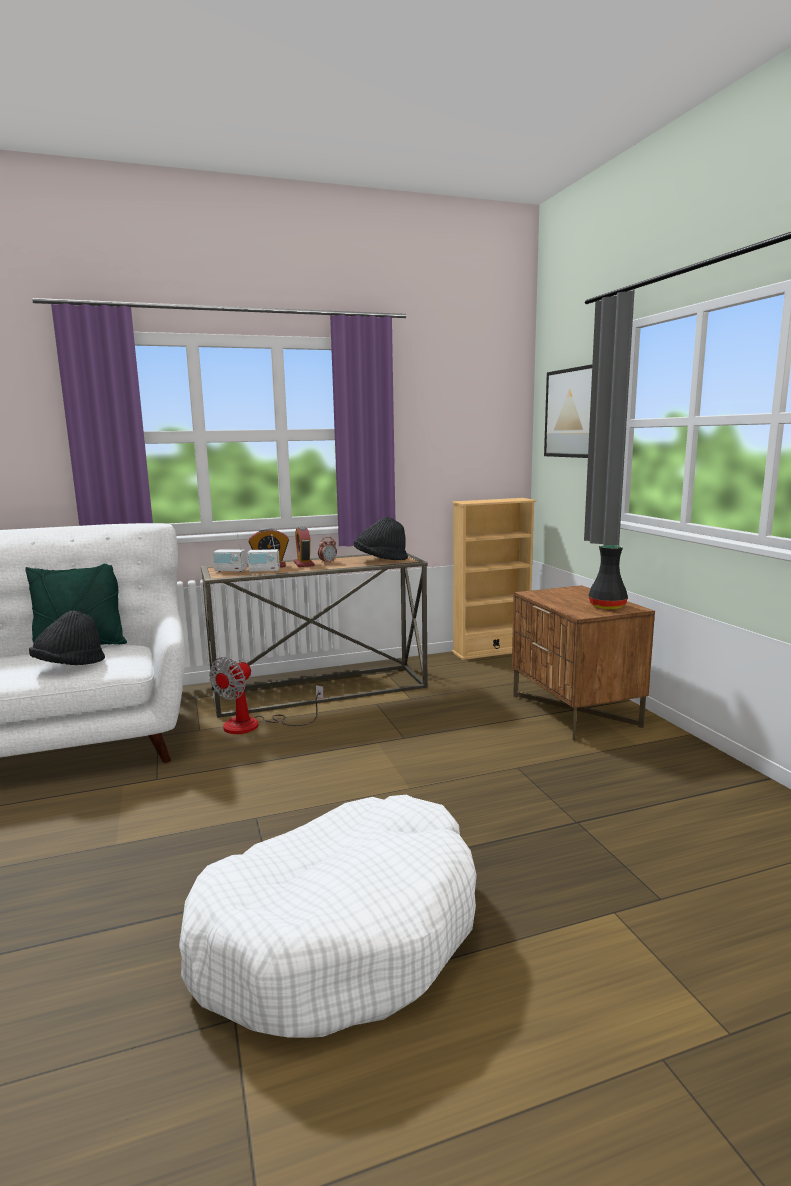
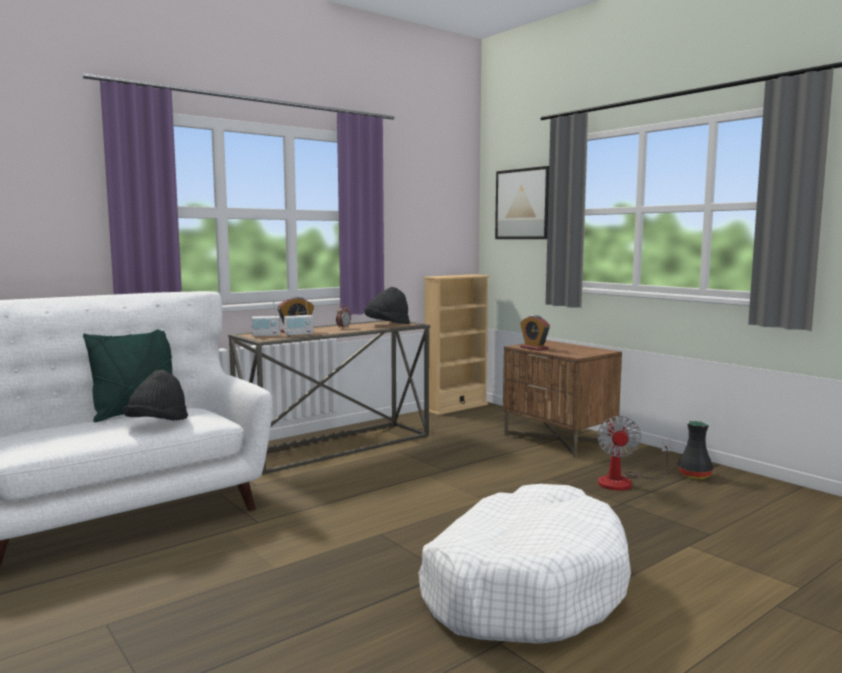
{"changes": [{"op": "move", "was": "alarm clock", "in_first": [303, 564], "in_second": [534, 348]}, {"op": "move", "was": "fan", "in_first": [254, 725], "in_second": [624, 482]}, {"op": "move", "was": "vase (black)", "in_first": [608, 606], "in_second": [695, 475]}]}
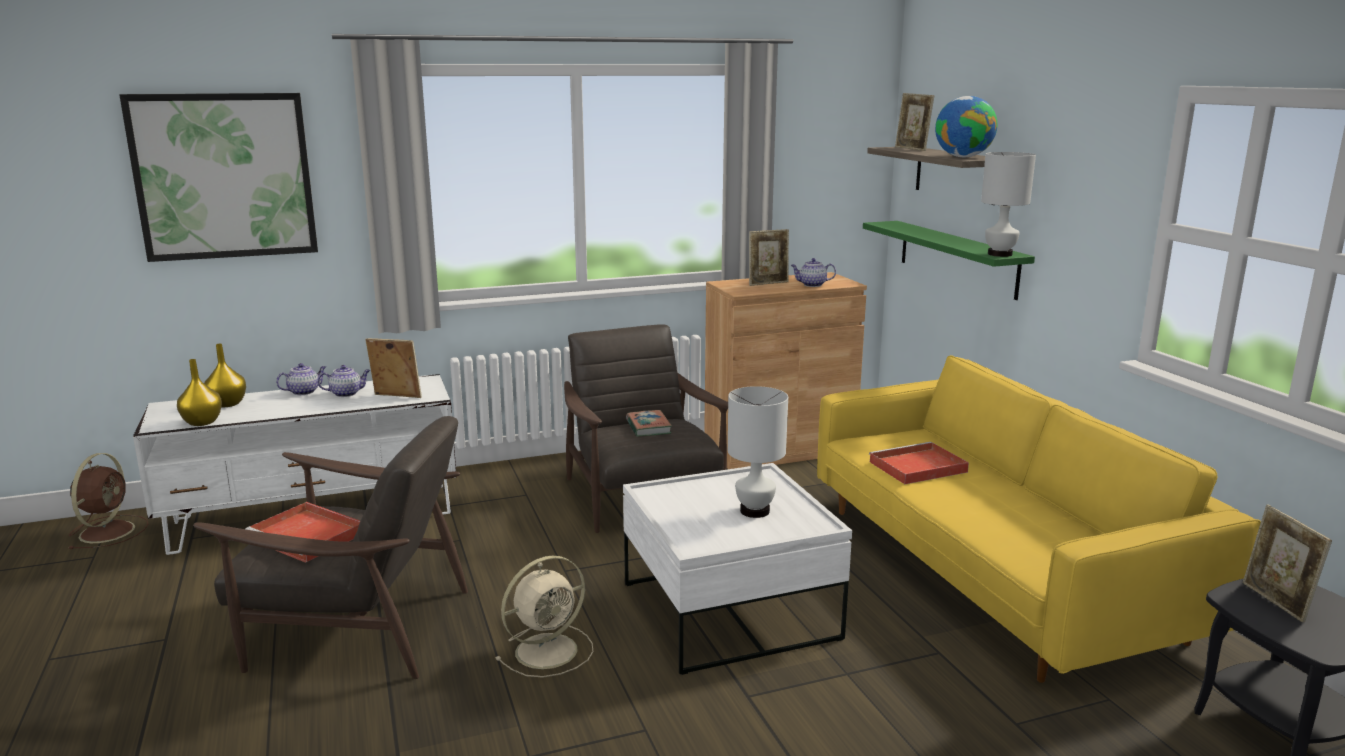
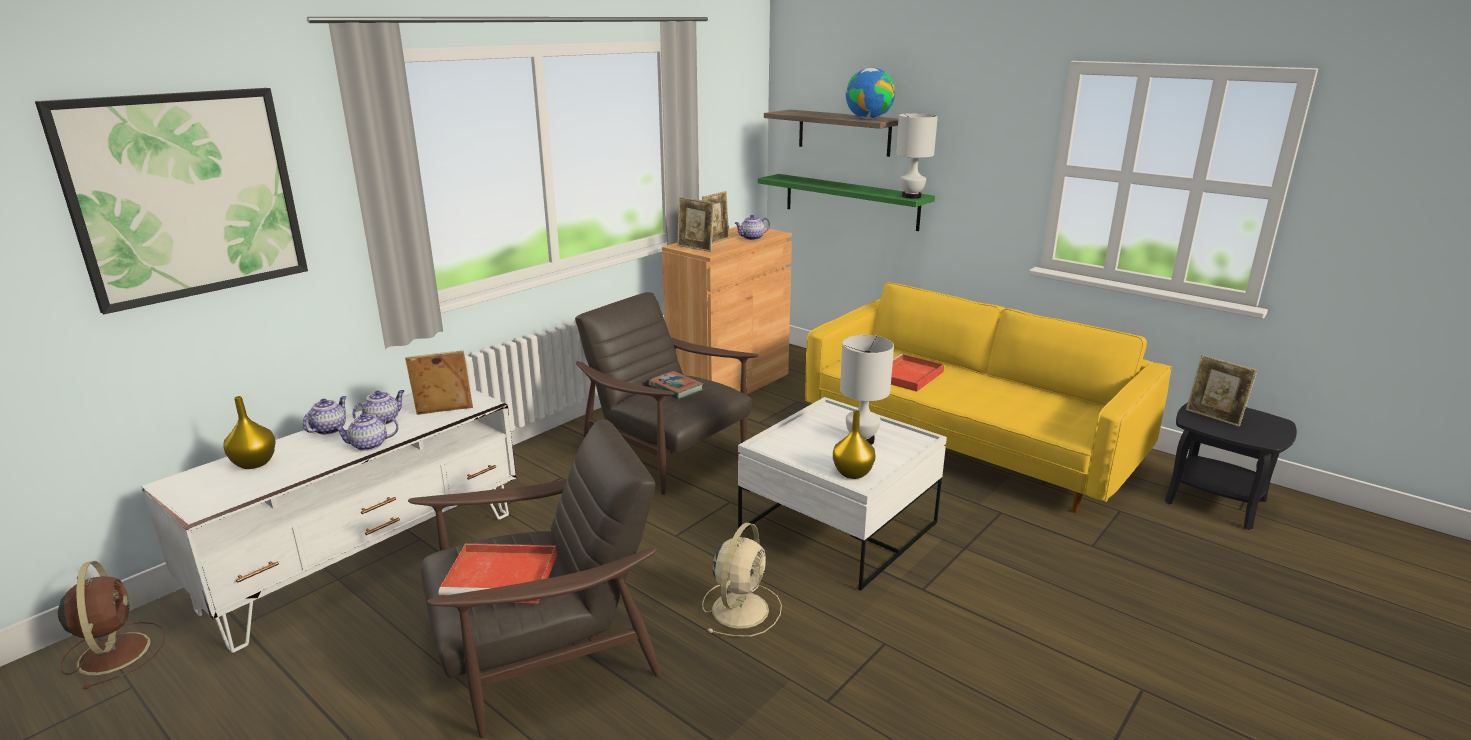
{"changes": [{"op": "insert", "now": "teapot", "in_second": [368, 445]}, {"op": "move", "was": "picture frame", "in_first": [912, 149], "in_second": [695, 248]}, {"op": "move", "was": "vase (yellow)", "in_first": [202, 422], "in_second": [851, 473]}]}
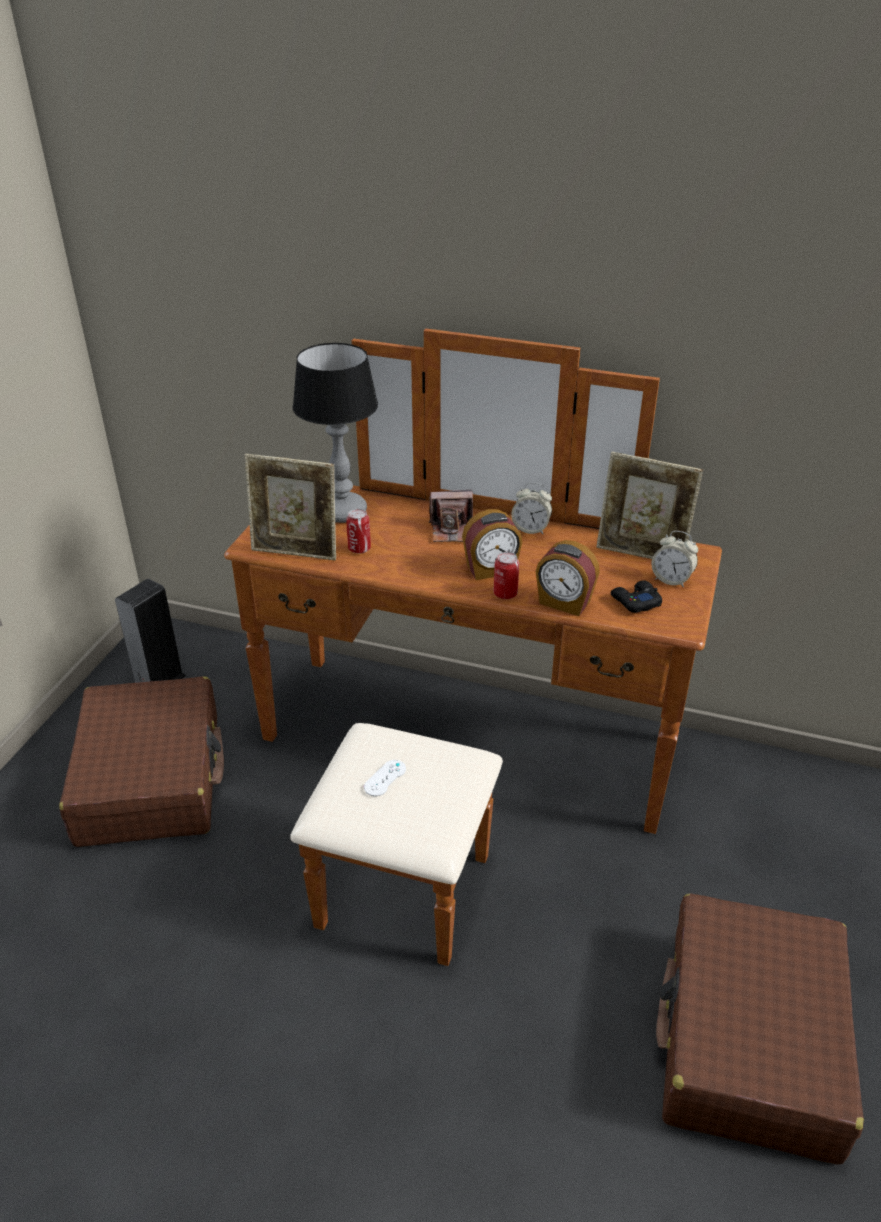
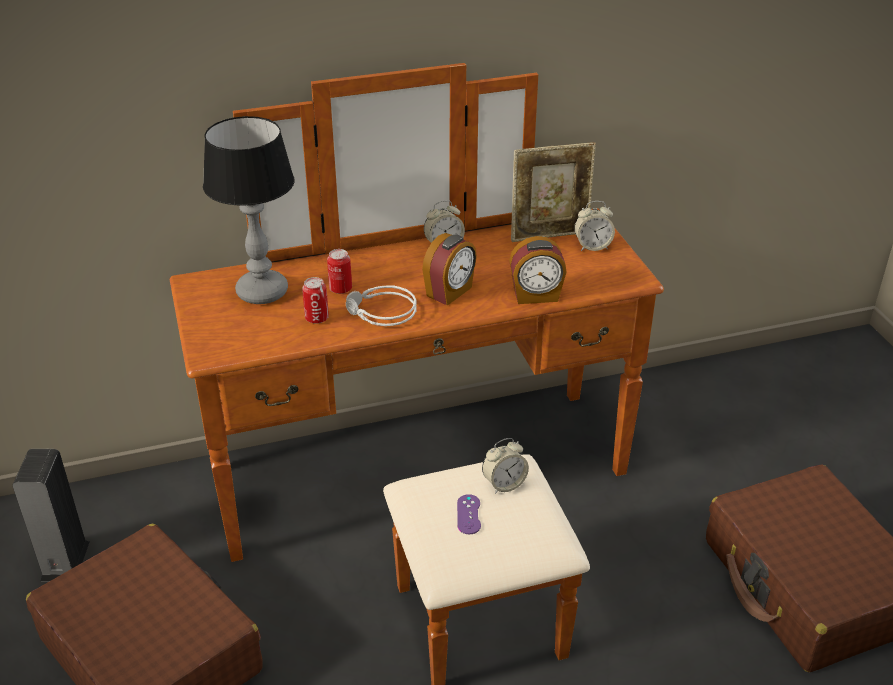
{"changes": [{"op": "move", "was": "can", "in_first": [505, 594], "in_second": [340, 289]}, {"op": "insert", "now": "headphones (grey)", "in_second": [380, 313]}, {"op": "recolor", "was": "game controller (white)", "now": "game controller (purple)", "in_first": [385, 778], "in_second": [468, 514]}, {"op": "insert", "now": "alarm clock", "in_second": [504, 484]}, {"op": "delete", "was": "picture frame", "in_first": [296, 552]}, {"op": "delete", "was": "photo camera", "in_first": [452, 530]}, {"op": "delete", "was": "game controller (black)", "in_first": [635, 601]}]}
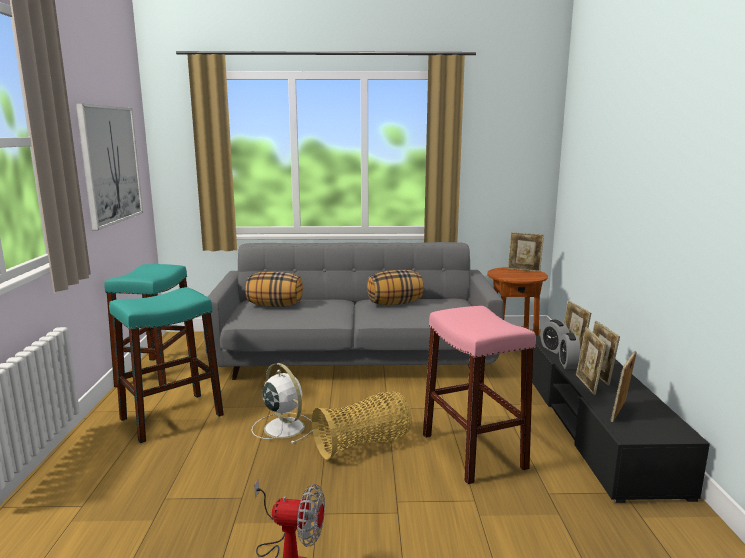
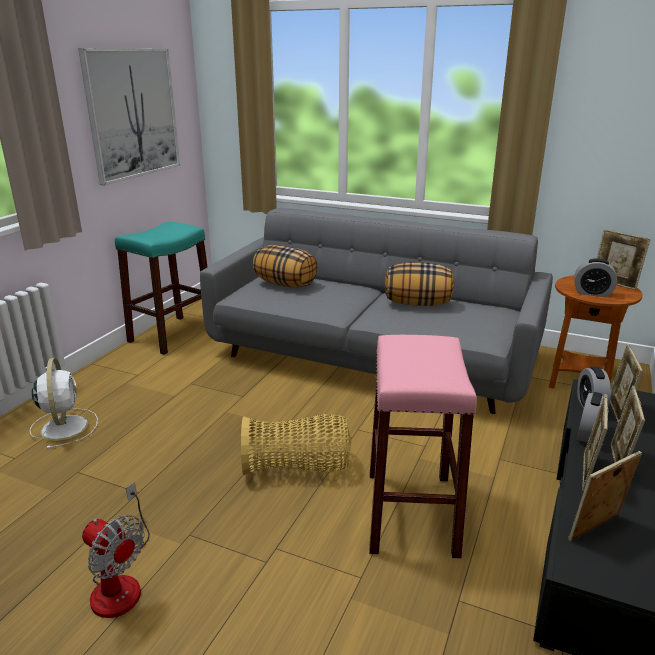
{"changes": [{"op": "move", "was": "fan (white)", "in_first": [283, 427], "in_second": [64, 426]}, {"op": "insert", "now": "alarm clock", "in_second": [592, 293]}, {"op": "delete", "was": "stool (turquoise)", "in_first": [172, 417]}]}
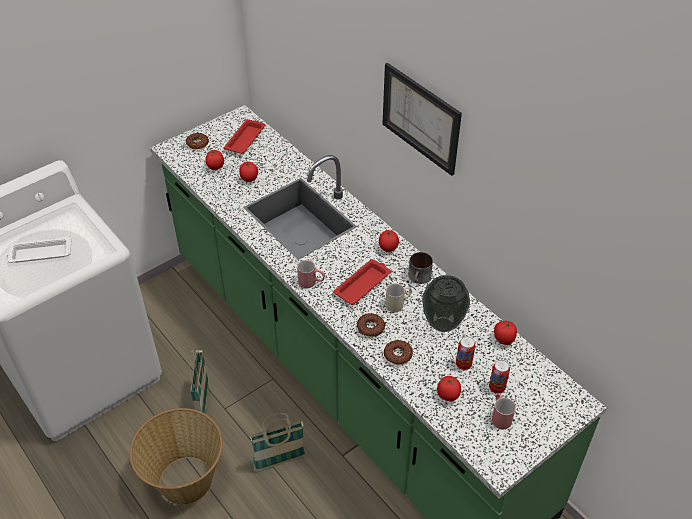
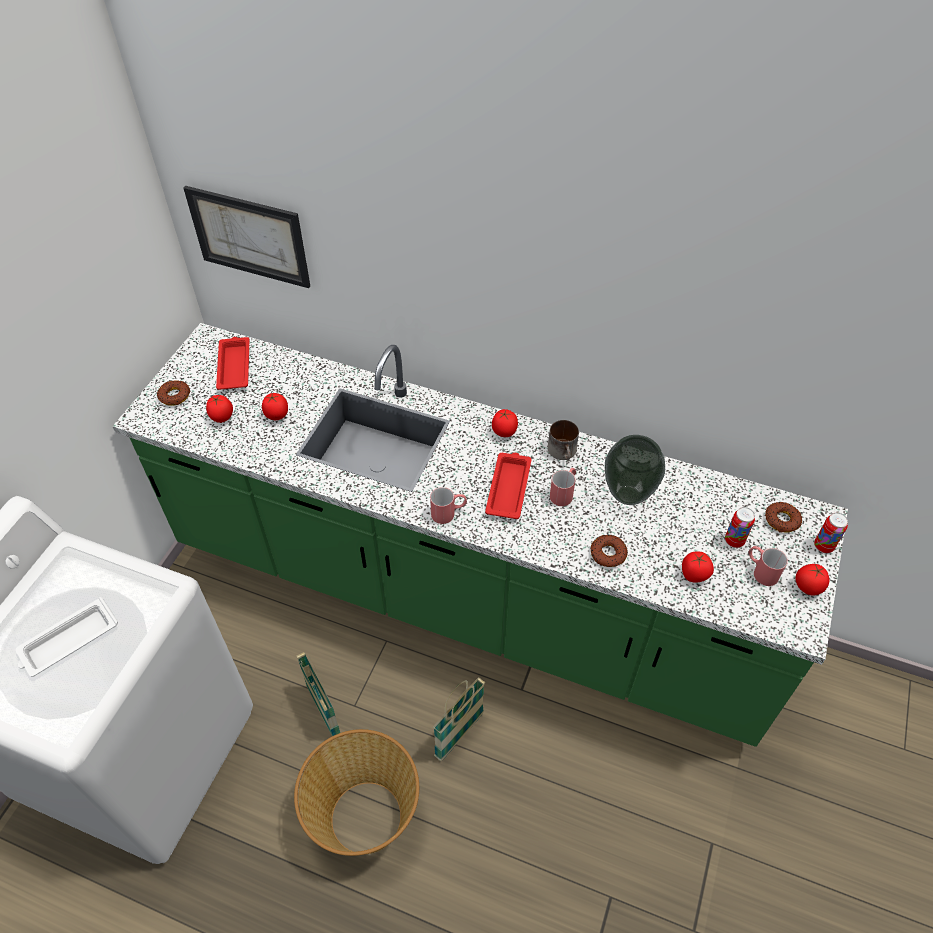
{"changes": [{"op": "move", "was": "picture", "in_first": [421, 118], "in_second": [249, 236]}, {"op": "recolor", "was": "mug (beige)", "now": "mug (red)", "in_first": [398, 303], "in_second": [564, 492]}, {"op": "move", "was": "donut", "in_first": [370, 327], "in_second": [782, 520]}, {"op": "move", "was": "tomato", "in_first": [503, 339], "in_second": [807, 587]}, {"op": "move", "was": "can", "in_first": [463, 364], "in_second": [823, 546]}]}
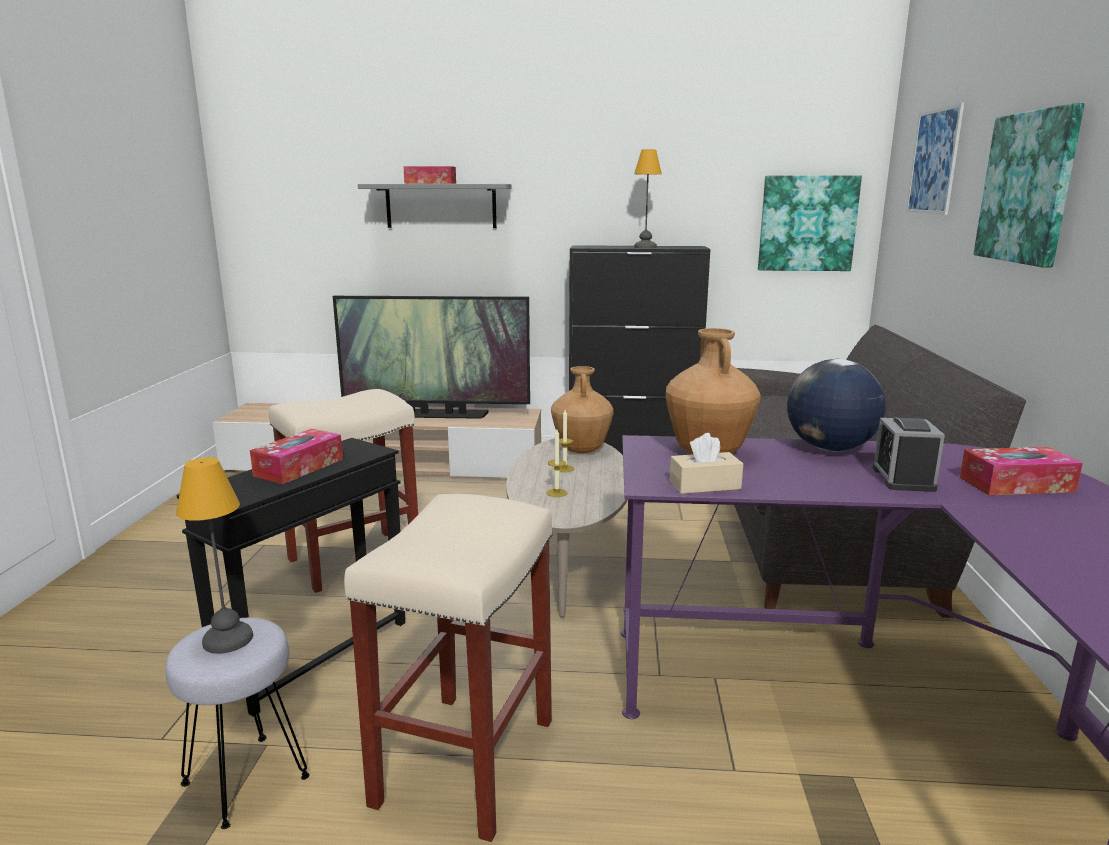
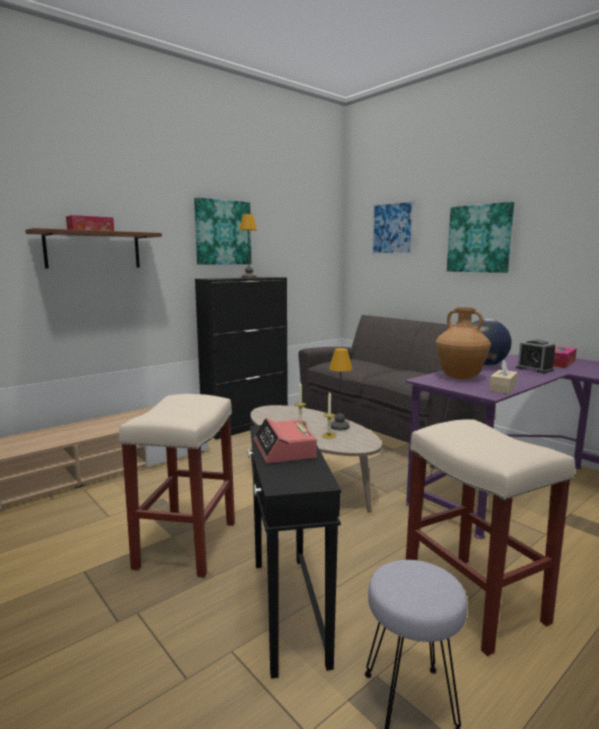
{"changes": [{"op": "recolor", "was": "shelf (grey)", "now": "shelf (brown)", "in_first": [441, 206], "in_second": [93, 250]}, {"op": "move", "was": "picture", "in_first": [807, 223], "in_second": [222, 232]}, {"op": "replace", "was": "tissue box", "now": "alarm clock", "in_first": [299, 467], "in_second": [284, 450]}, {"op": "move", "was": "table lamp", "in_first": [226, 639], "in_second": [339, 427]}, {"op": "delete", "was": "television", "in_first": [436, 415]}, {"op": "delete", "was": "vase (brown)", "in_first": [581, 450]}]}
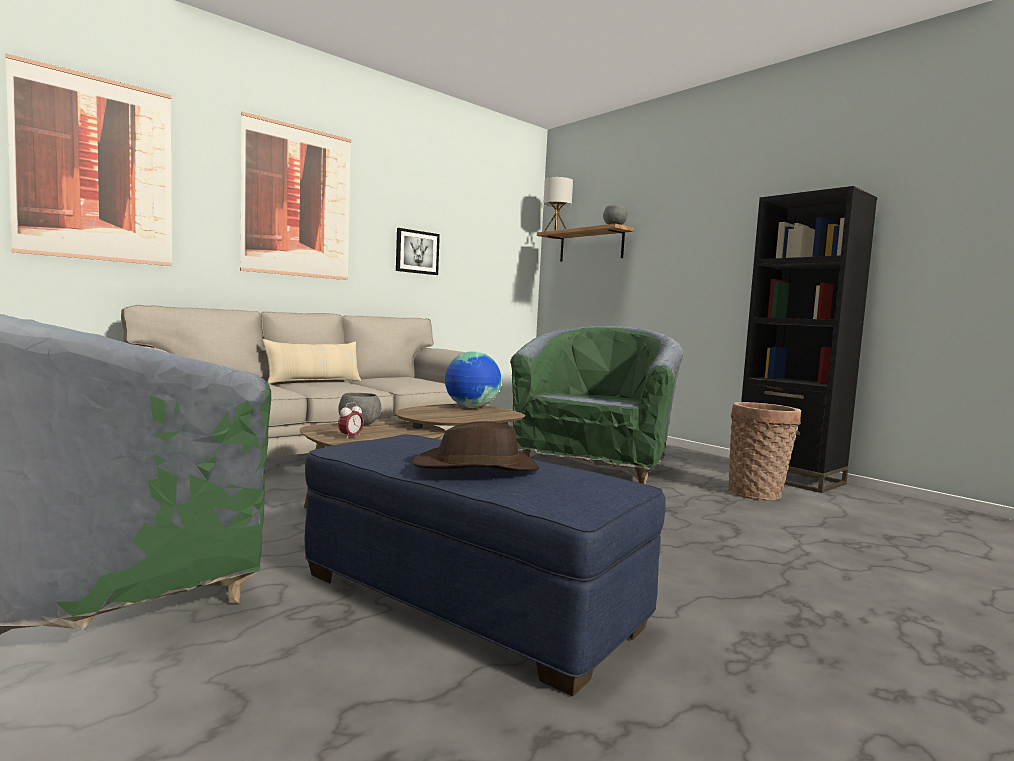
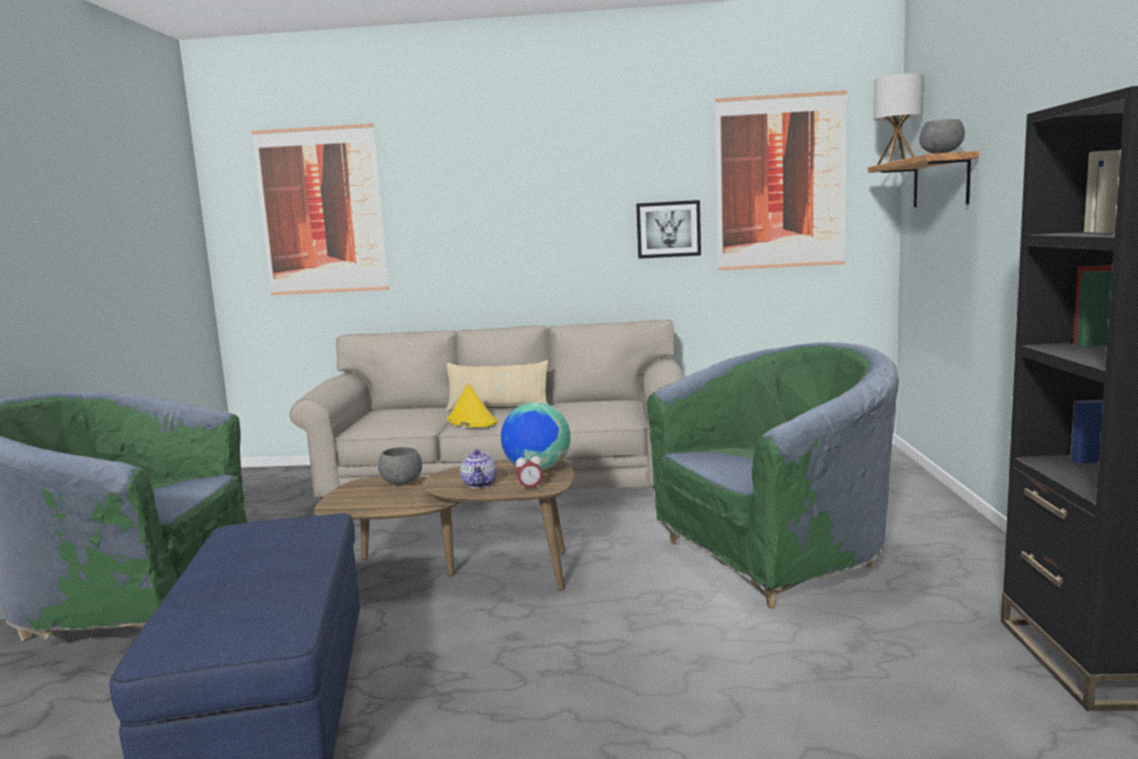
{"changes": [{"op": "insert", "now": "hat (yellow)", "in_second": [471, 421]}, {"op": "insert", "now": "teapot", "in_second": [480, 484]}, {"op": "move", "was": "alarm clock", "in_first": [350, 437], "in_second": [530, 488]}, {"op": "move", "was": "picture", "in_first": [297, 201], "in_second": [780, 182]}, {"op": "delete", "was": "hat (brown)", "in_first": [477, 468]}, {"op": "delete", "was": "basket", "in_first": [758, 493]}]}
